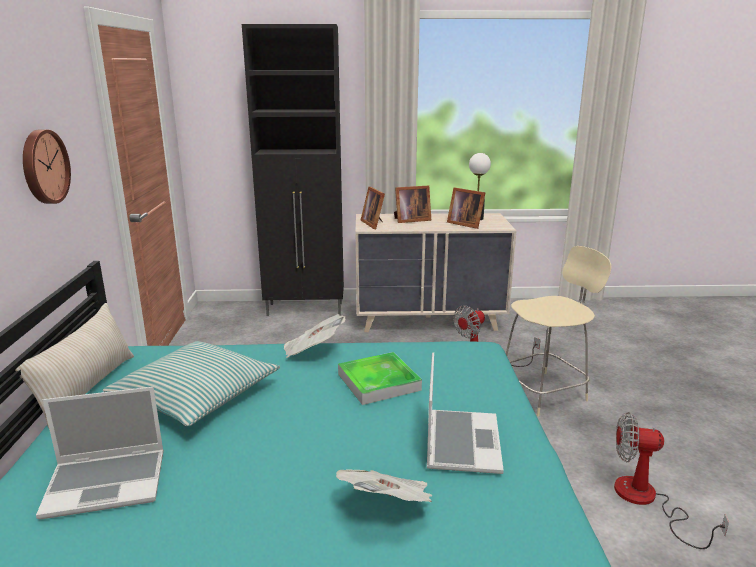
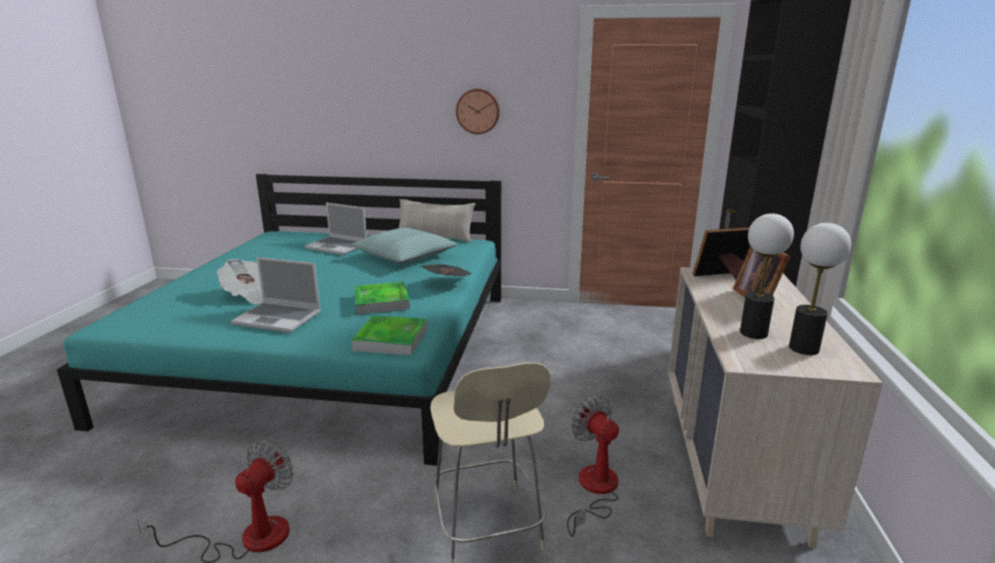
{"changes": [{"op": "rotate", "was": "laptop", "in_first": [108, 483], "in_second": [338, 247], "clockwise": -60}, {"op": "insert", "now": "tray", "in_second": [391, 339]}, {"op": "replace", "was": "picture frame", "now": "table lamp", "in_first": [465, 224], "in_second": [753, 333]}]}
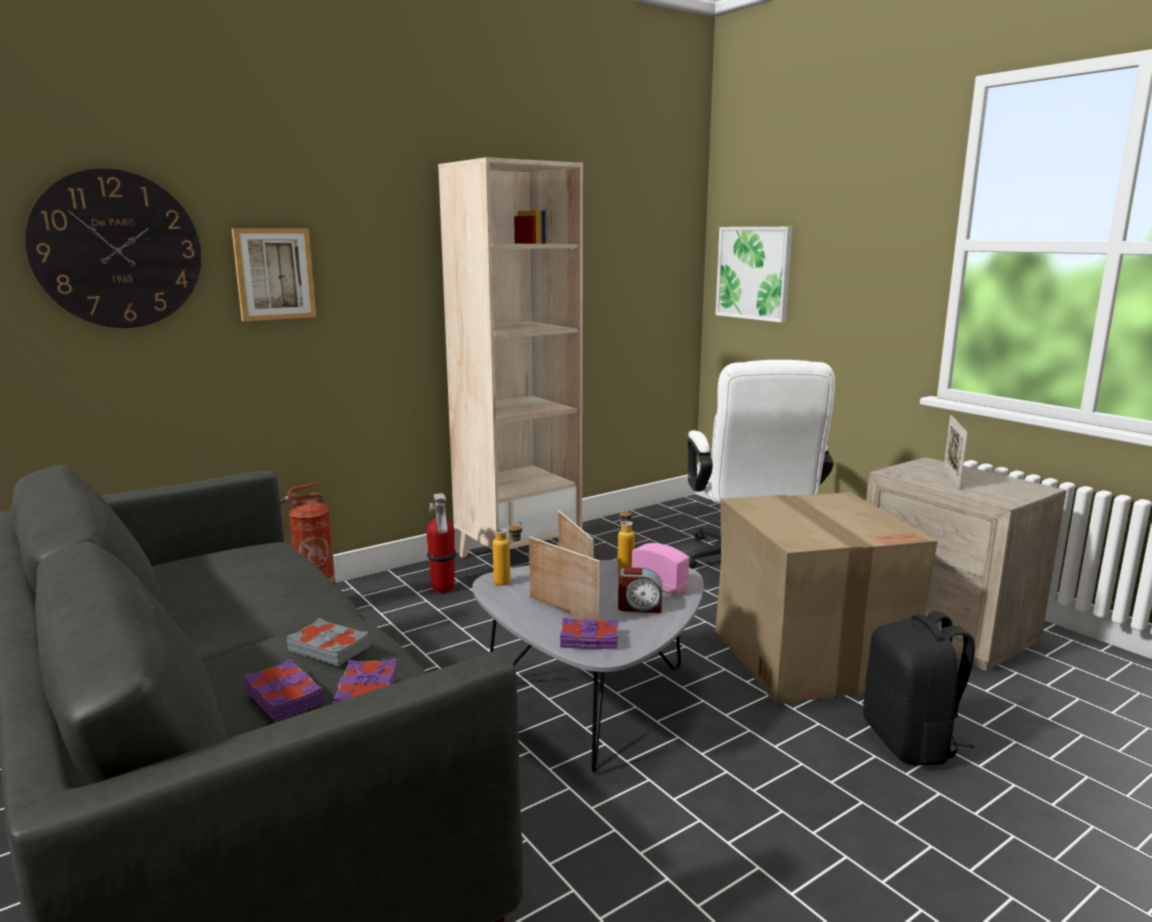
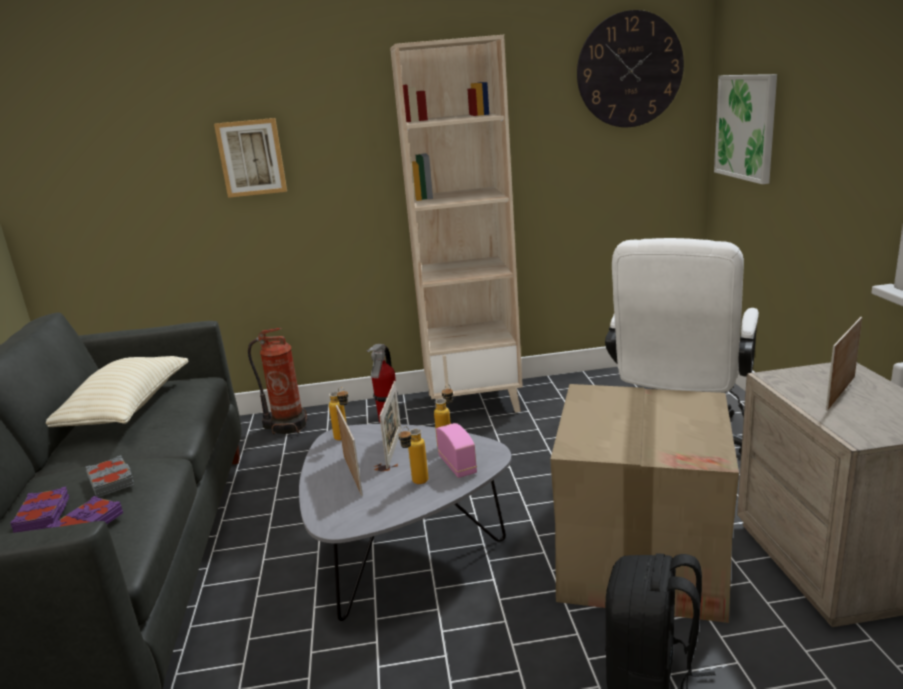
{"changes": [{"op": "insert", "now": "pillow (beige)", "in_second": [126, 409]}, {"op": "replace", "was": "alarm clock", "now": "bottle", "in_first": [639, 607], "in_second": [416, 484]}, {"op": "move", "was": "wall clock", "in_first": [117, 250], "in_second": [629, 70]}, {"op": "delete", "was": "book (purple)", "in_first": [589, 640]}]}
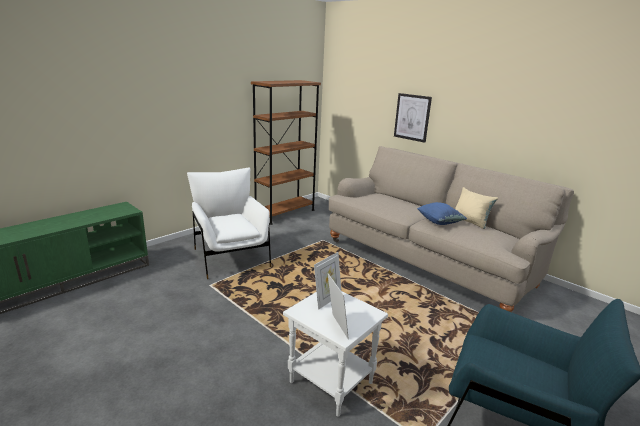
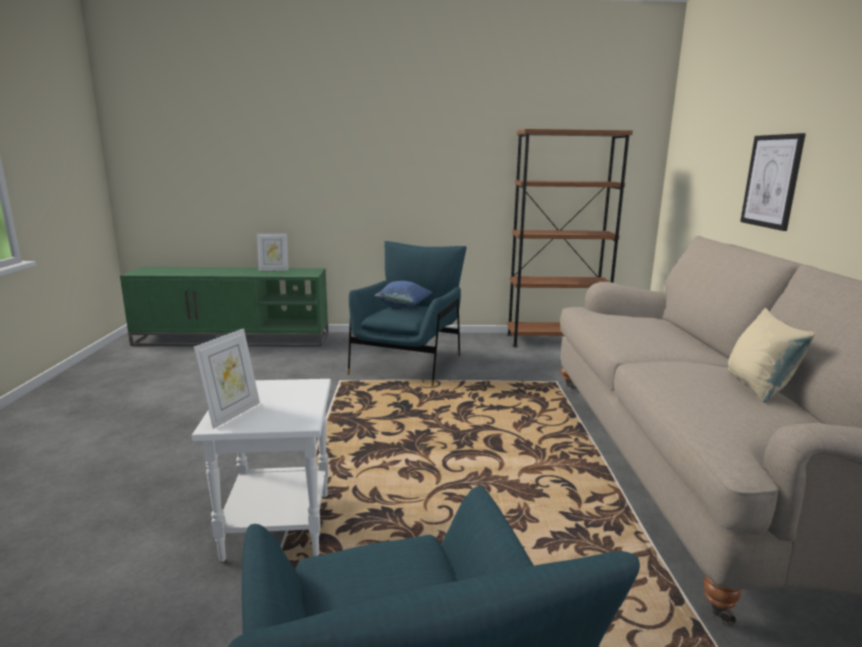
{"changes": [{"op": "move", "was": "picture frame", "in_first": [327, 300], "in_second": [273, 270]}, {"op": "recolor", "was": "armchair (white)", "now": "armchair (blue)", "in_first": [230, 256], "in_second": [408, 363]}, {"op": "move", "was": "pillow (blue)", "in_first": [439, 222], "in_second": [403, 306]}]}
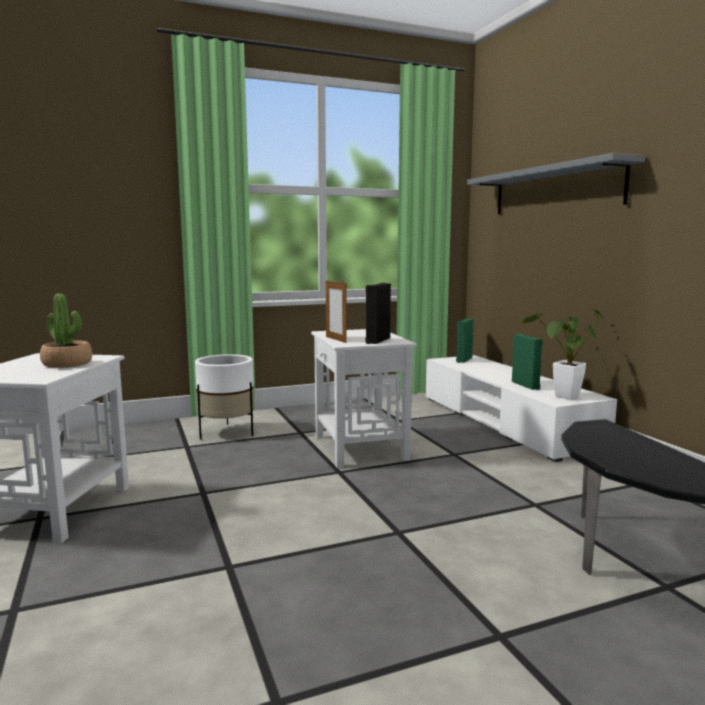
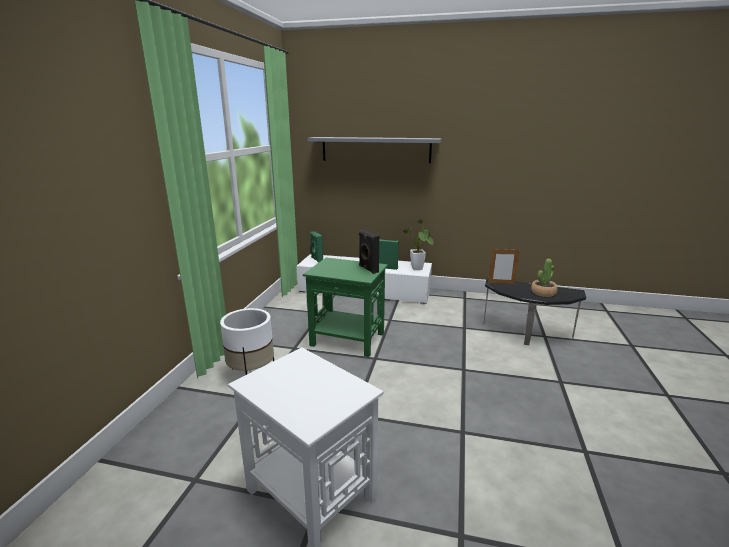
{"changes": [{"op": "recolor", "was": "side table (white)", "now": "side table (green)", "in_first": [360, 448], "in_second": [348, 339]}, {"op": "move", "was": "picture frame", "in_first": [336, 339], "in_second": [501, 283]}, {"op": "move", "was": "potted plant", "in_first": [67, 364], "in_second": [543, 293]}]}
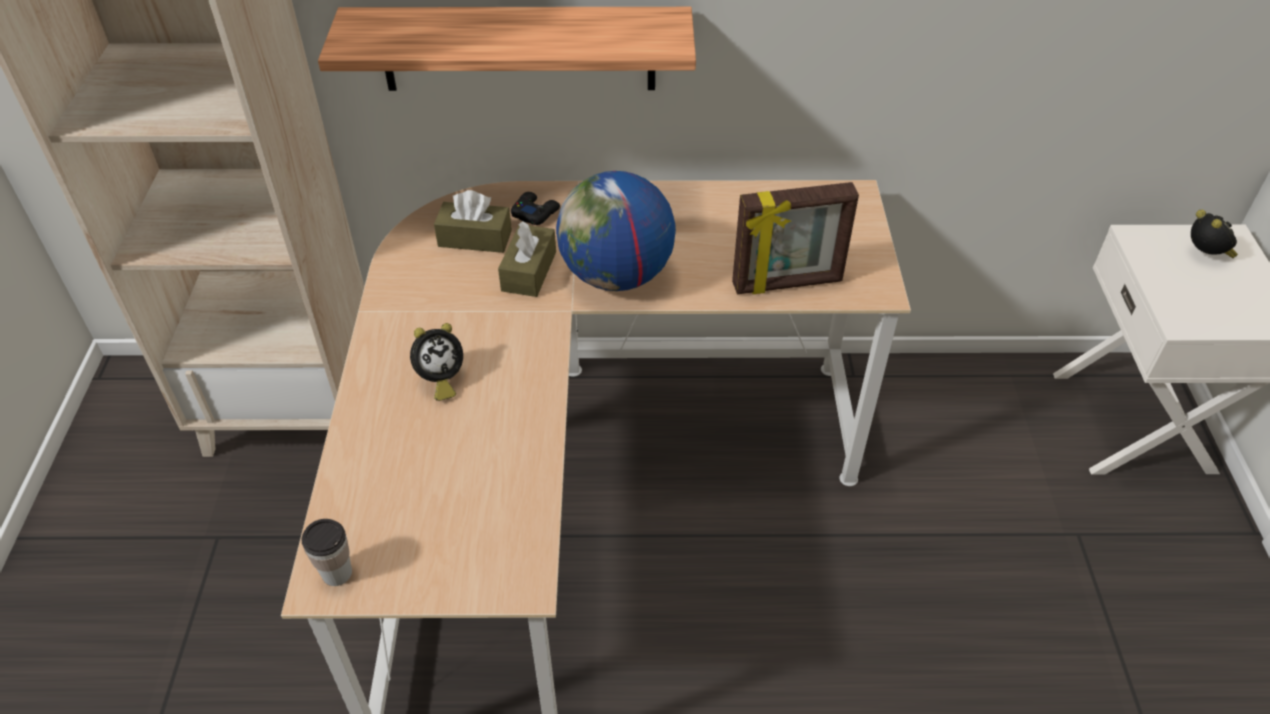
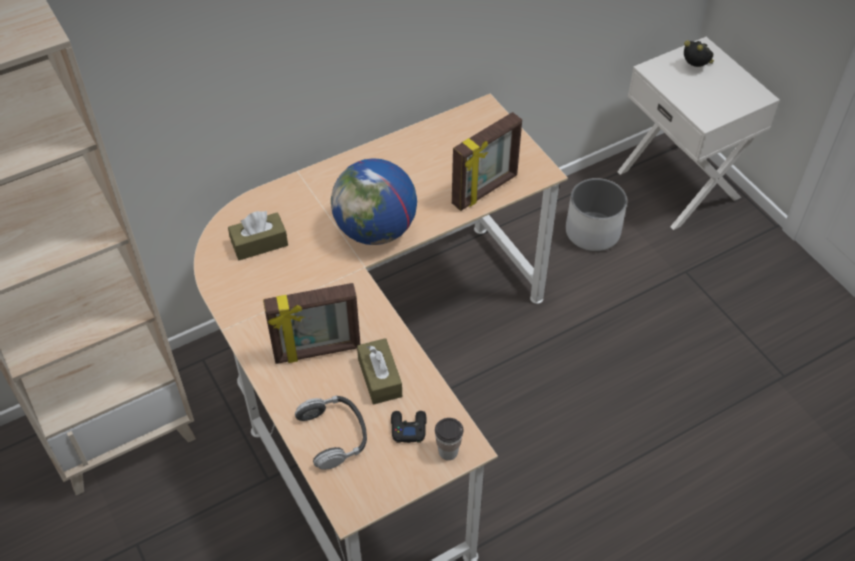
{"changes": [{"op": "replace", "was": "alarm clock", "now": "picture frame", "in_first": [439, 380], "in_second": [317, 351]}, {"op": "insert", "now": "headphones", "in_second": [334, 435]}, {"op": "move", "was": "tissue box (brown)", "in_first": [529, 271], "in_second": [380, 378]}, {"op": "move", "was": "game controller (black)", "in_first": [535, 213], "in_second": [408, 428]}, {"op": "move", "was": "cup", "in_first": [337, 573], "in_second": [448, 451]}, {"op": "insert", "now": "planter (white)", "in_second": [593, 232]}, {"op": "delete", "was": "shelf", "in_first": [518, 49]}]}
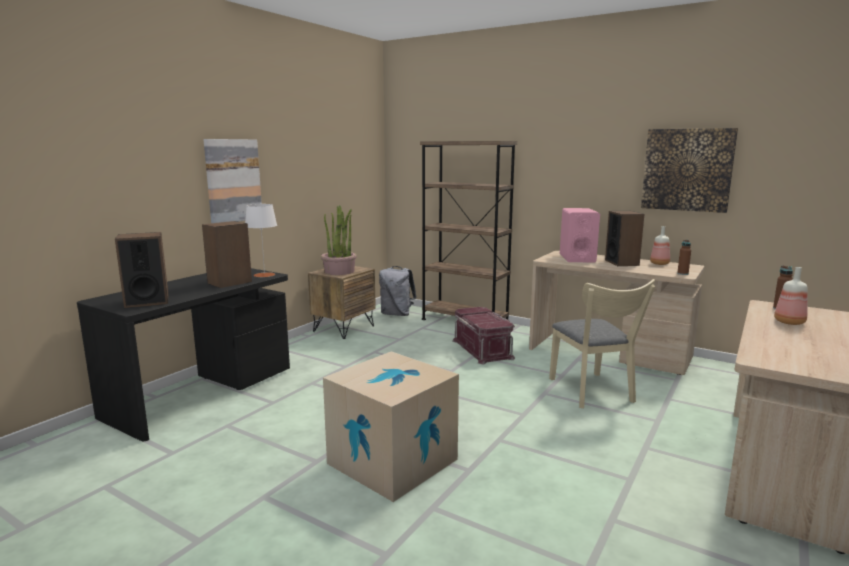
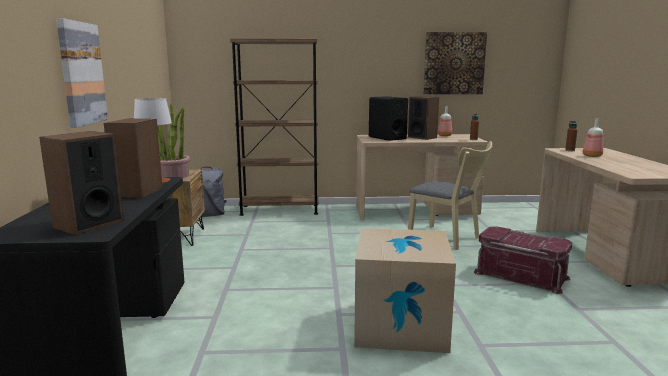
{"changes": [{"op": "recolor", "was": "speaker (pink)", "now": "speaker (black)", "in_first": [577, 258], "in_second": [387, 138]}, {"op": "move", "was": "storage box (red)", "in_first": [483, 349], "in_second": [521, 275]}]}
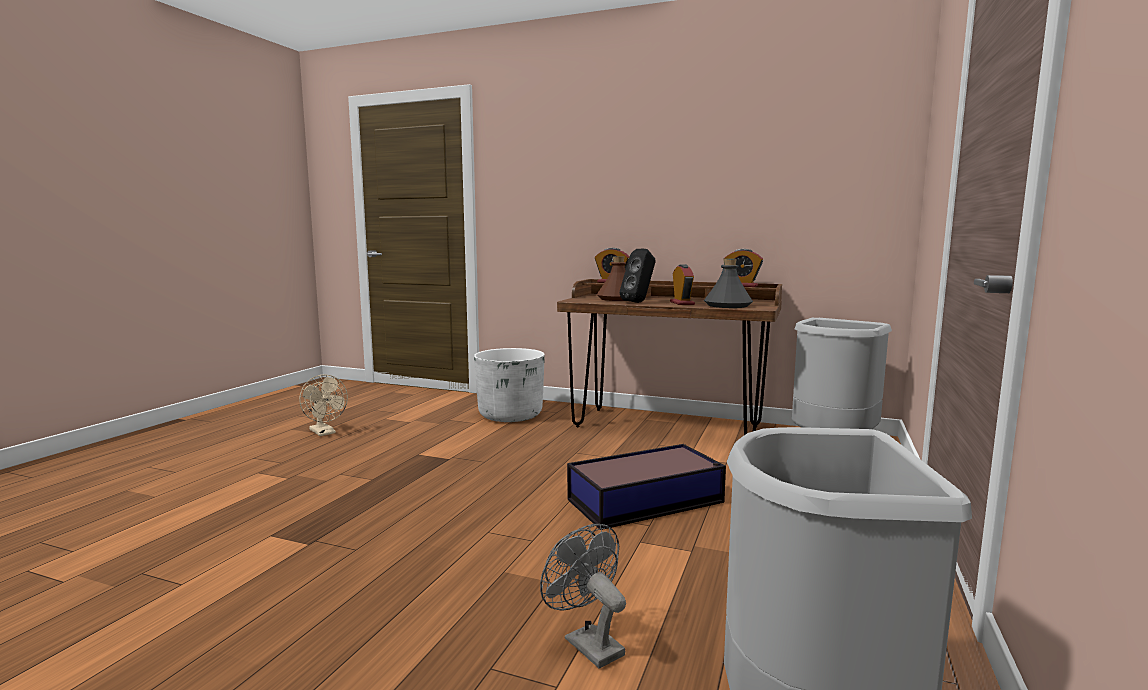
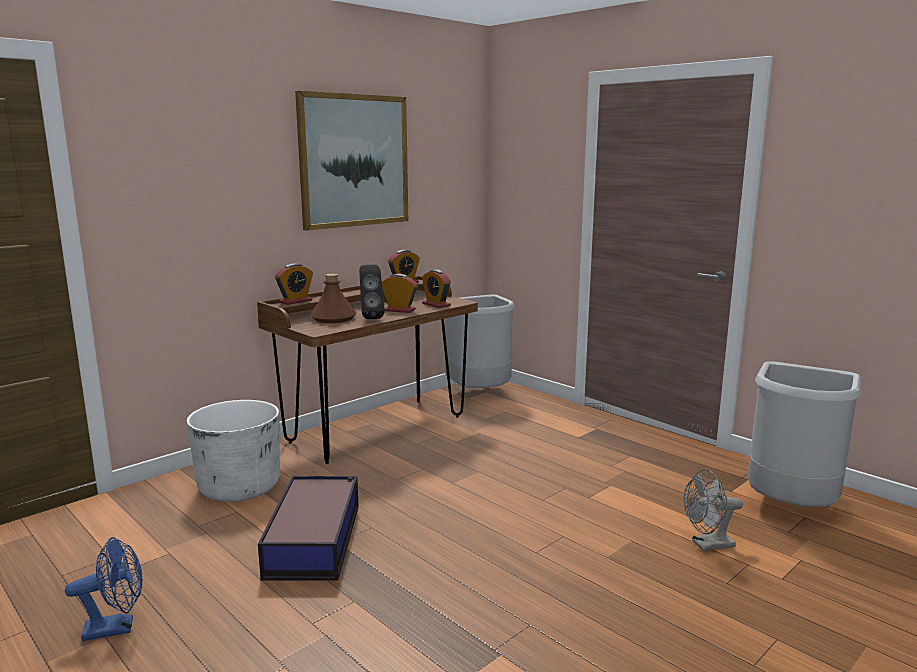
{"changes": [{"op": "recolor", "was": "fan (beige)", "now": "fan (blue)", "in_first": [325, 433], "in_second": [117, 627]}, {"op": "move", "was": "storage box", "in_first": [647, 501], "in_second": [315, 539]}, {"op": "insert", "now": "picture", "in_second": [354, 161]}, {"op": "replace", "was": "bottle (grey)", "now": "alarm clock", "in_first": [728, 306], "in_second": [436, 304]}]}
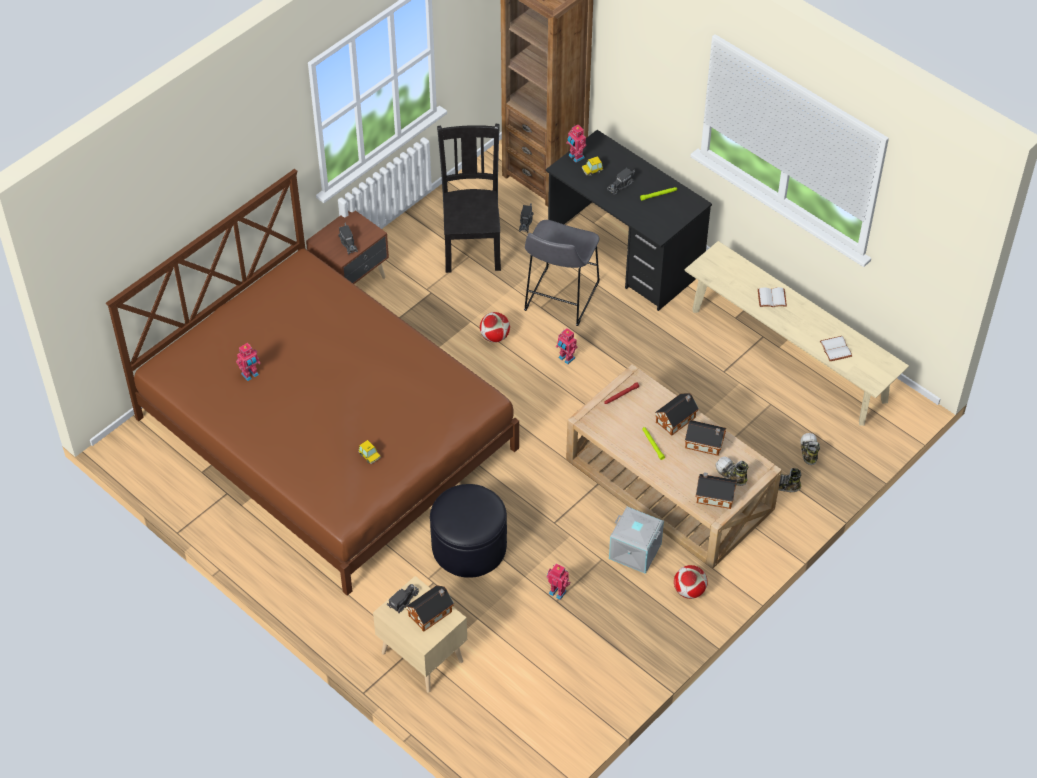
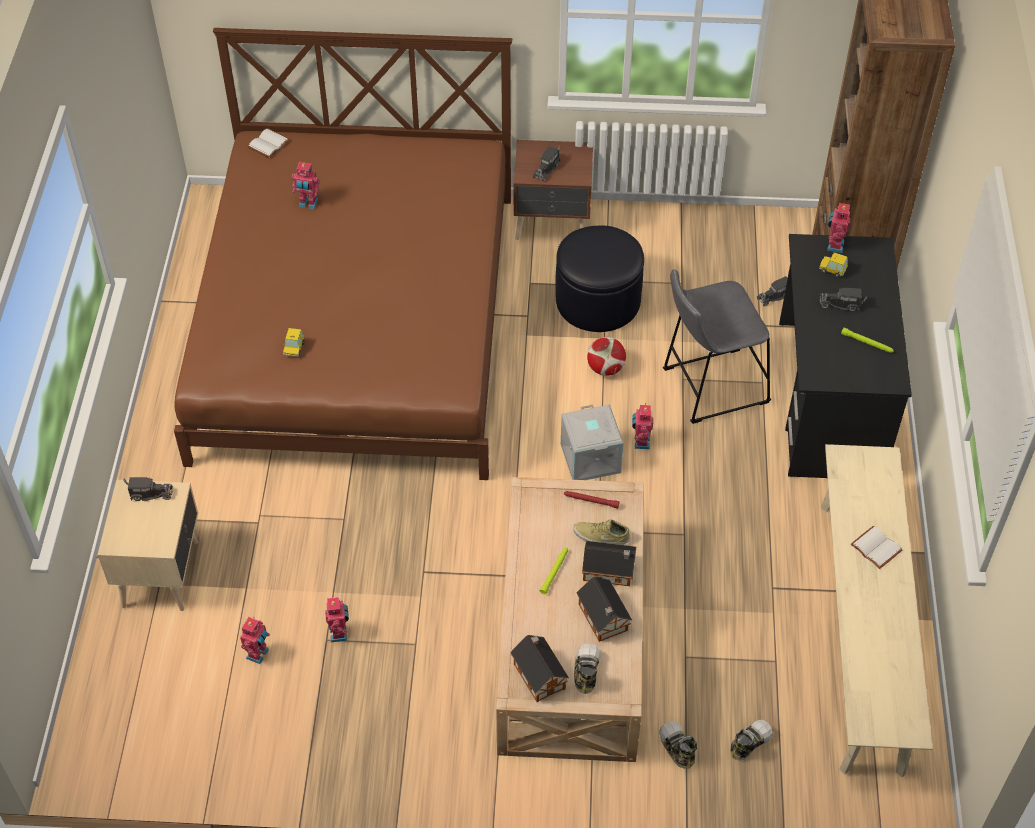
{"changes": [{"op": "insert", "now": "toy robot", "in_second": [259, 654]}, {"op": "move", "was": "book (white)", "in_first": [836, 349], "in_second": [269, 145]}, {"op": "move", "was": "ottoman (black)", "in_first": [469, 546], "in_second": [598, 300]}, {"op": "move", "was": "storage box (grey)", "in_first": [634, 551], "in_second": [589, 458]}, {"op": "insert", "now": "shoe (beige)", "in_second": [601, 536]}, {"op": "delete", "was": "toy house", "in_first": [432, 613]}, {"op": "delete", "was": "chair (black)", "in_first": [472, 244]}, {"op": "delete", "was": "football", "in_first": [689, 590]}]}
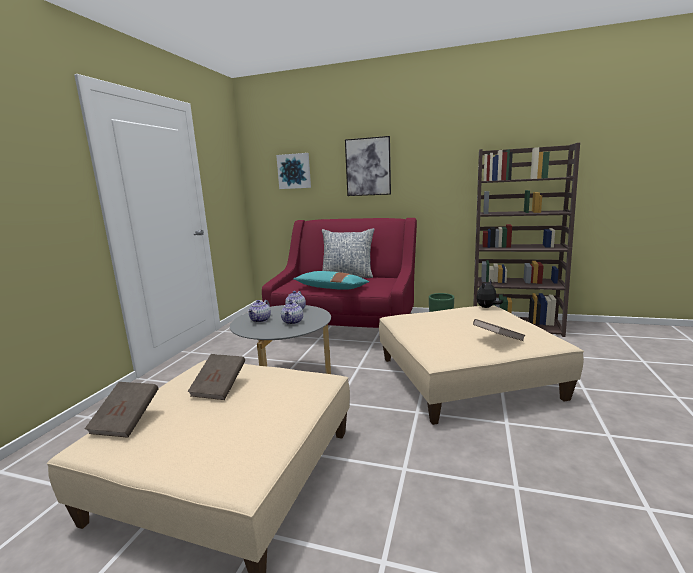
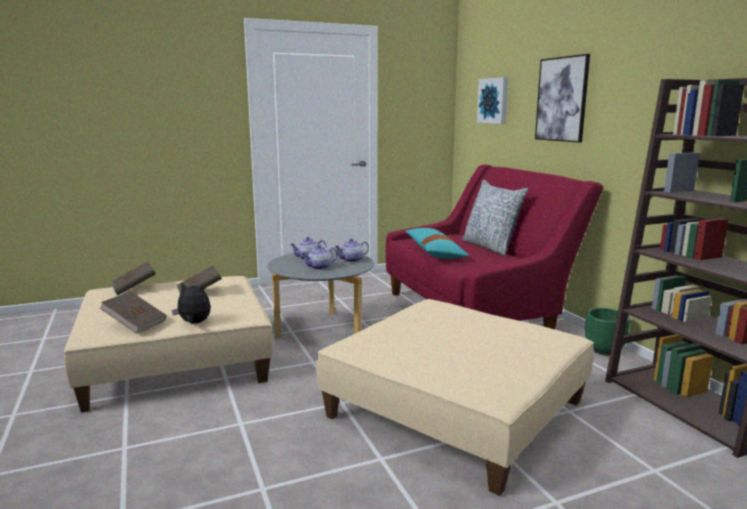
{"changes": [{"op": "move", "was": "book (brown)", "in_first": [498, 340], "in_second": [135, 324]}, {"op": "move", "was": "plush toy", "in_first": [487, 307], "in_second": [194, 323]}]}
